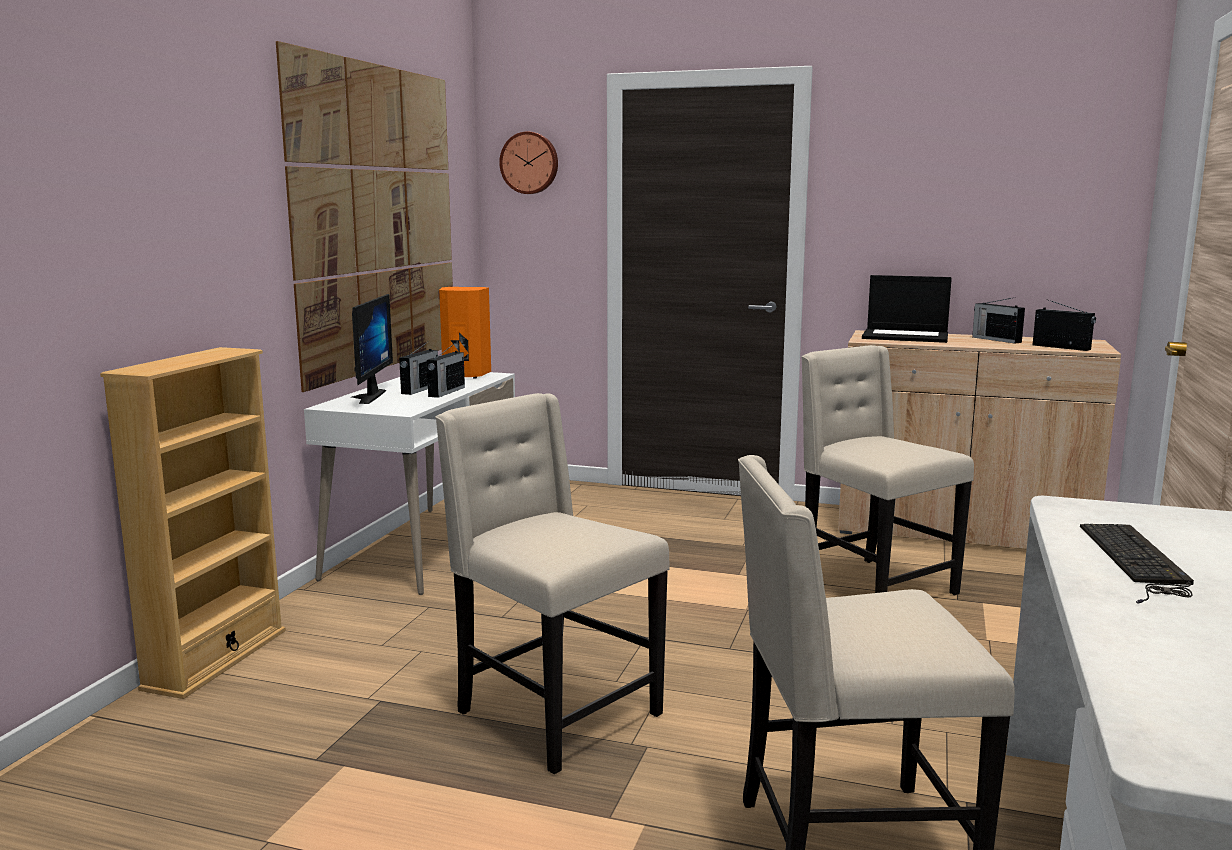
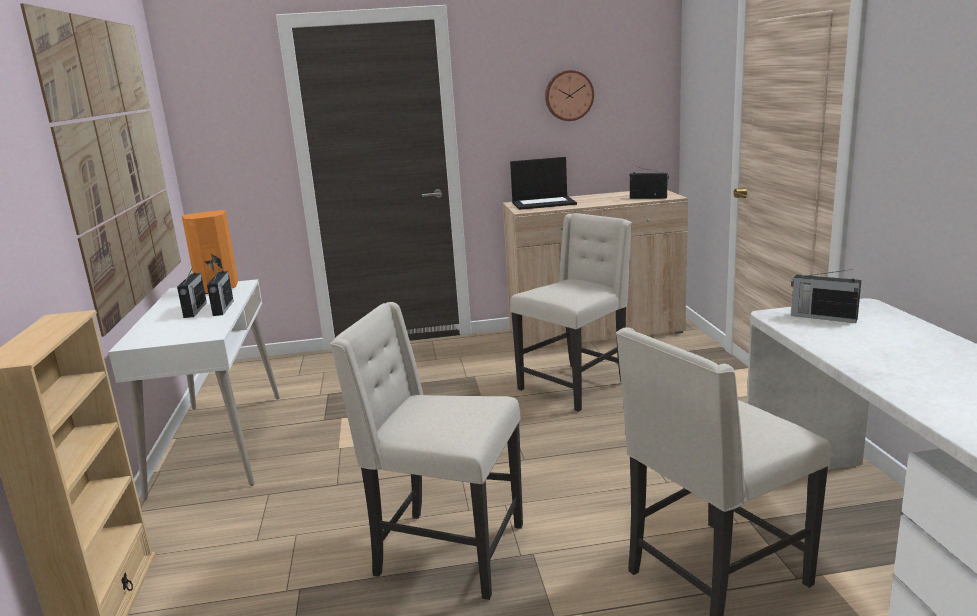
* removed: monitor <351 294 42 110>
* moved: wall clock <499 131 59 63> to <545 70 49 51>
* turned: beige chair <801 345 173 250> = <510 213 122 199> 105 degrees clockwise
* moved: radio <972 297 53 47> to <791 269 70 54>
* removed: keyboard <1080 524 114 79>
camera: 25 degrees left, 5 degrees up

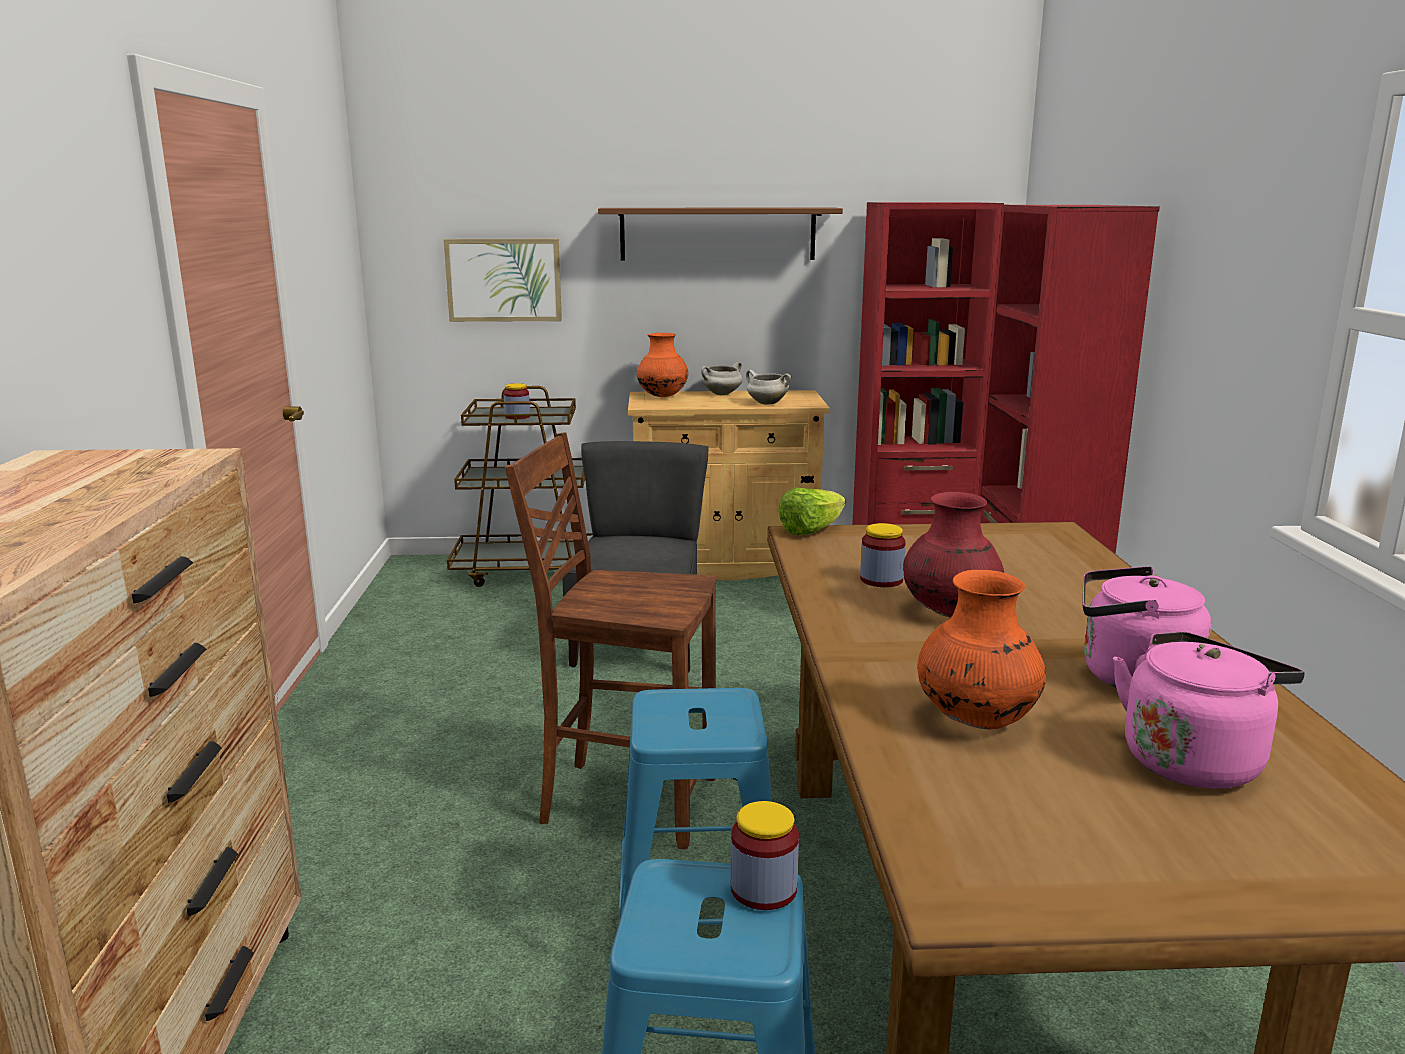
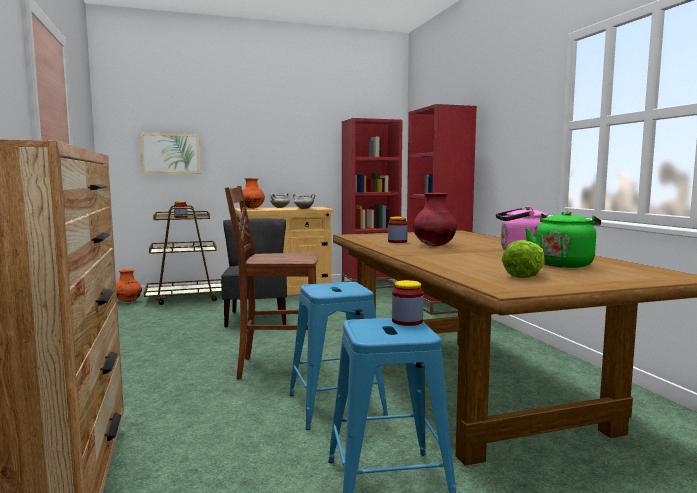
* removed: brown shelf <598 208 245 52>
* moved: lettuce <778 488 68 47> to <502 240 42 38>
* moved: orange vase <918 570 128 159> to <116 269 26 33>
* recoloured: pink kettle <1113 631 192 158> to green kettle <525 211 76 57>
camera: 15 degrees left, 10 degrees down

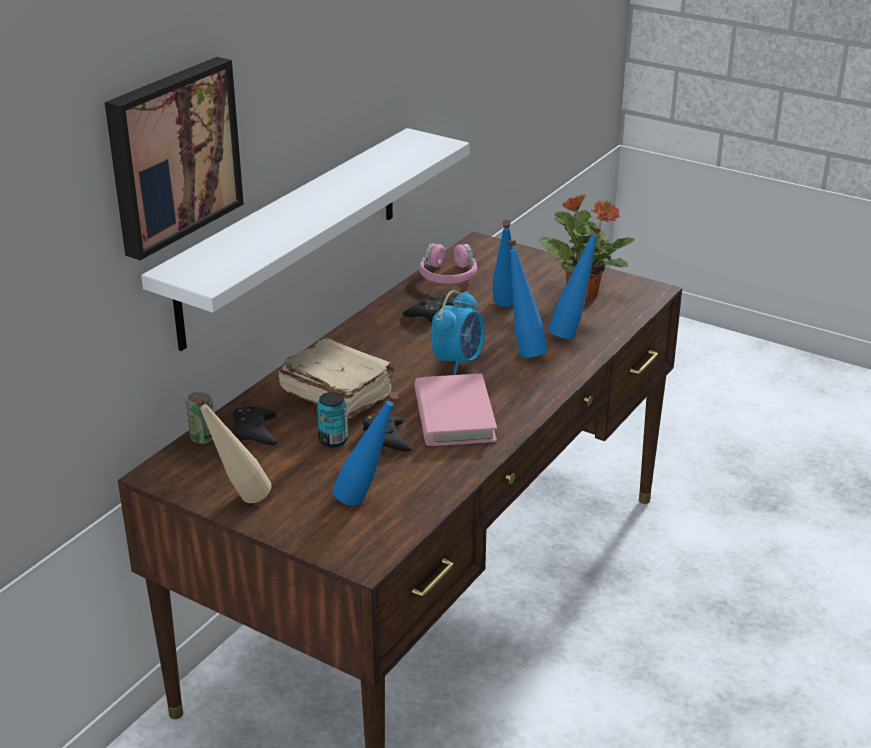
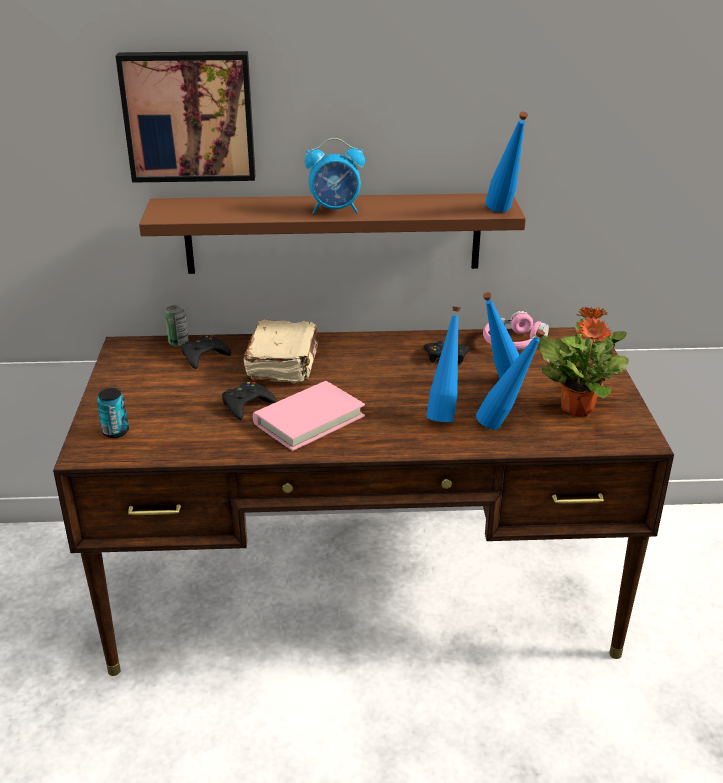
* recoloured: white shelf <141 128 328 223> to brown shelf <139 193 387 81>
* removed: beige bottle <194 396 77 107>
* moved: can <317 392 31 55> to <97 388 32 50>
* moved: blue bottle <333 392 66 114> to <485 112 43 100>
* moved: alarm clock <431 291 54 84> to <305 138 60 76>
camera: 55 degrees right, 0 degrees up

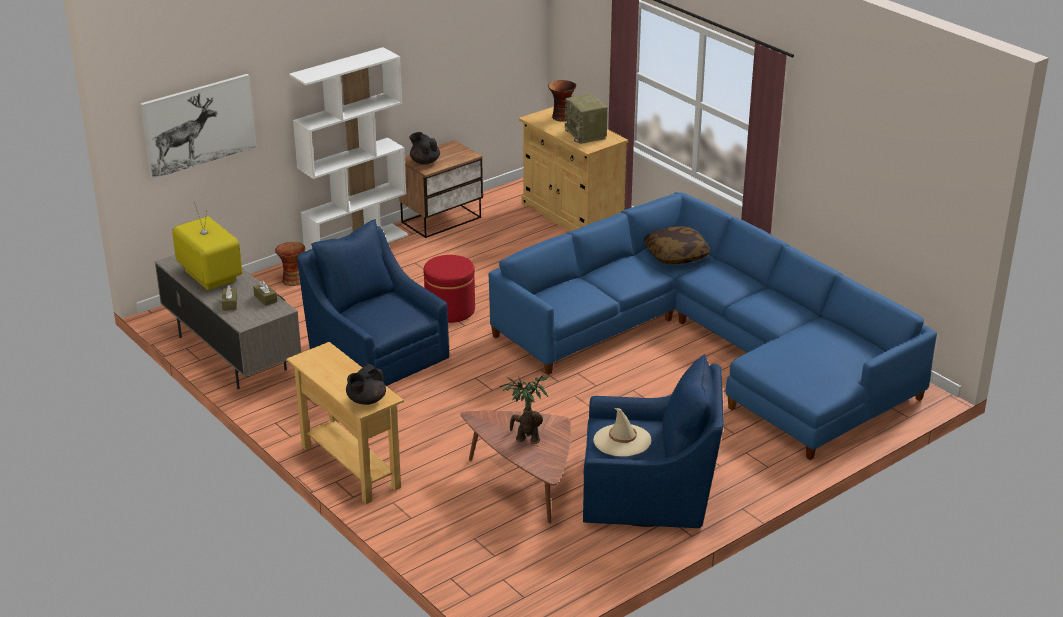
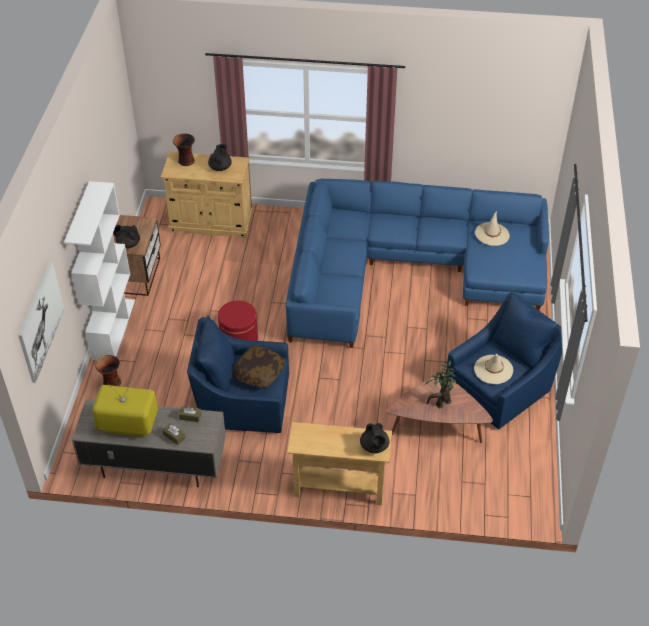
* replaced: radio <565 93 43 51> to black teapot <208 144 24 27>
* moved: pillow <644 226 66 38> to <232 346 53 42>
* added: beige hat <475 212 35 34>
camera: 45 degrees left, 15 degrees up

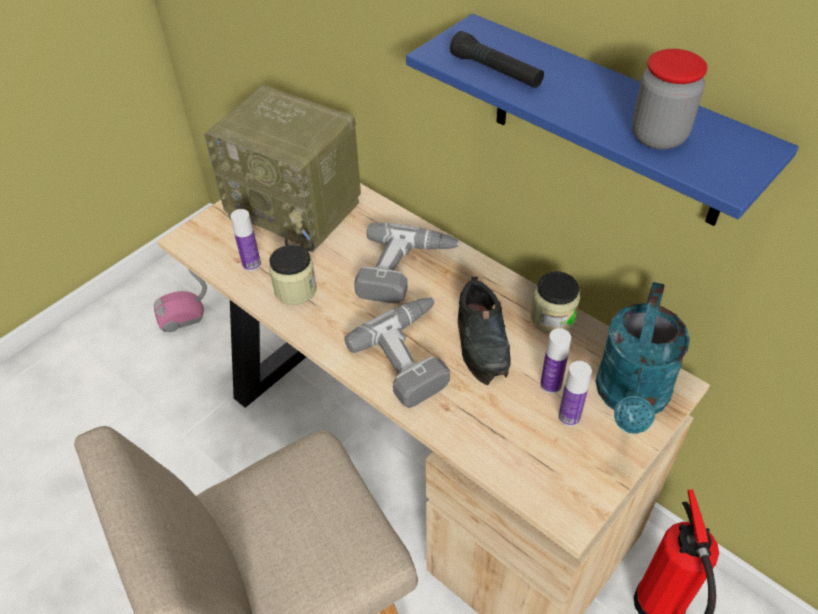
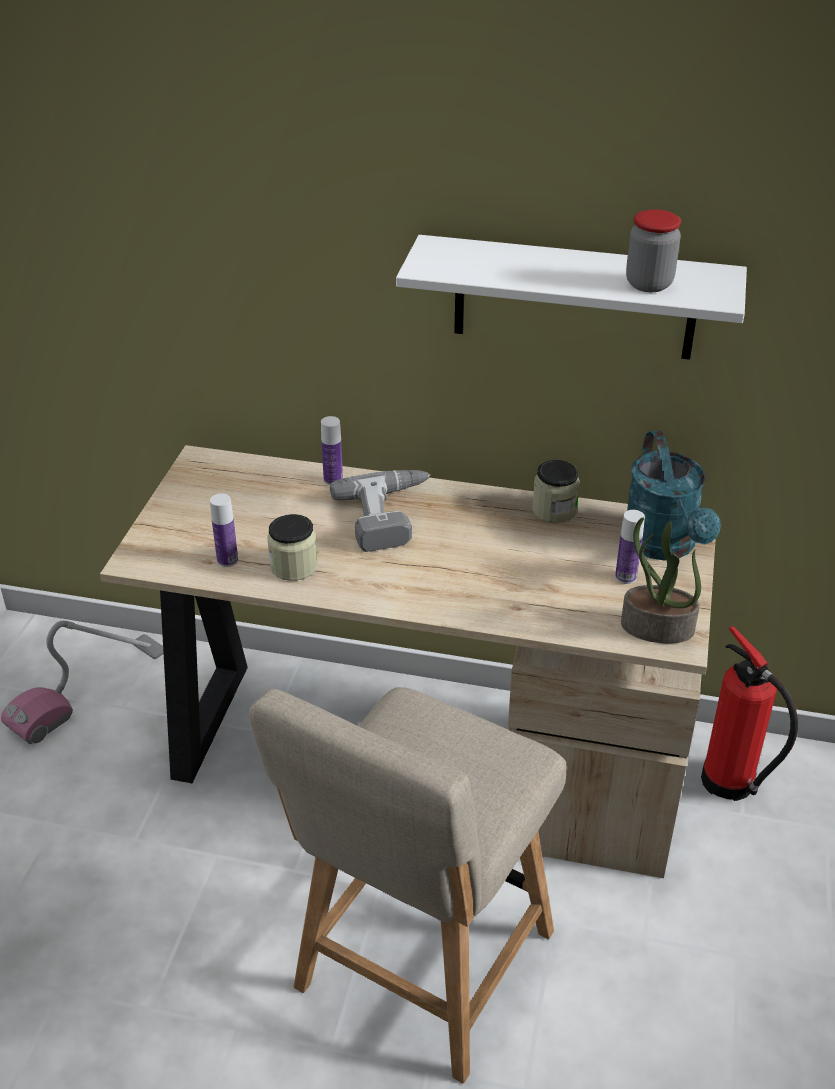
* removed: radio <204 85 157 167>
* removed: power drill <345 298 105 110>
* recoloured: blue shelf <406 14 393 212> to white shelf <396 235 351 125>
* removed: black flashlight <450 31 94 57>
* removed: black shoe <458 276 53 109>
* moved: bottle <540 328 31 65> to <321 416 22 69>
* added: potted plant <621 517 80 127>
camera: 30 degrees left, 10 degrees down

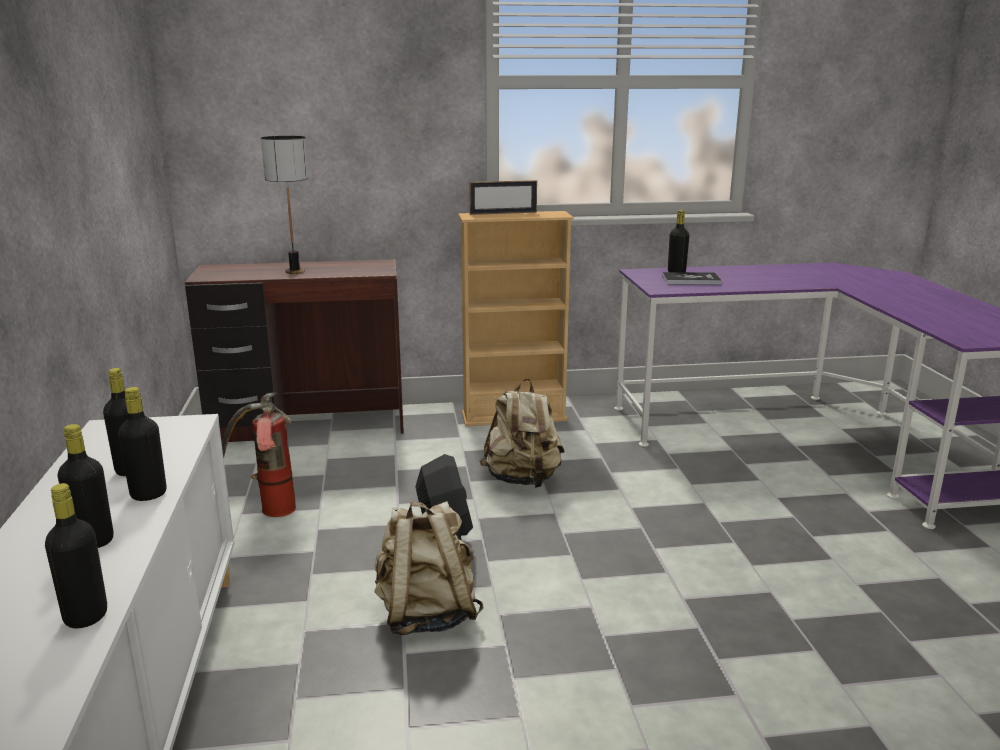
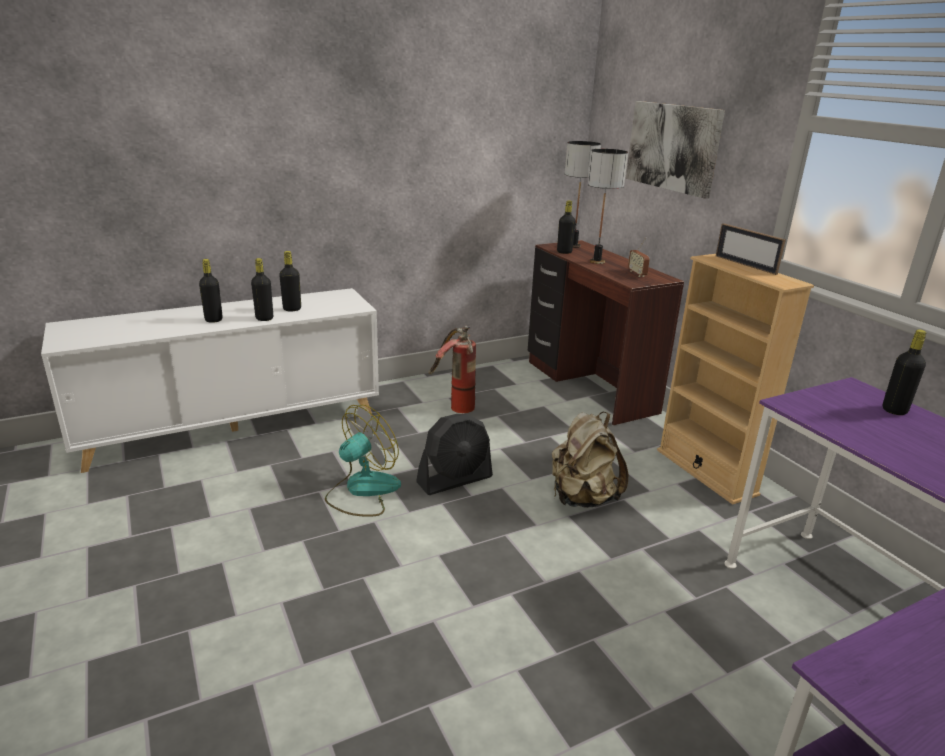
* moved: black bottle <45 483 62 146> to <557 201 19 53>
* replaced: beige backpack <374 501 110 135> to fan <325 405 76 112>
* removed: book <662 272 60 13>
* added: table lamp <565 141 36 107>
* added: picture <626 101 99 97>
* added: radio <628 237 22 40>
camera: 70 degrees right, 5 degrees up

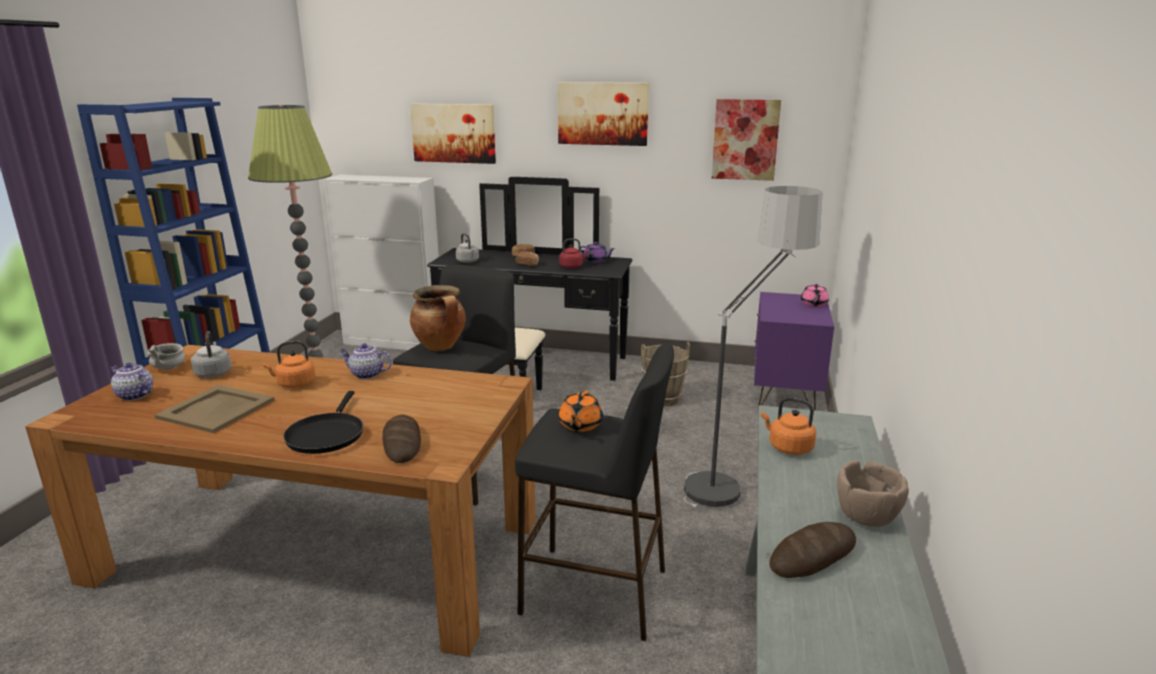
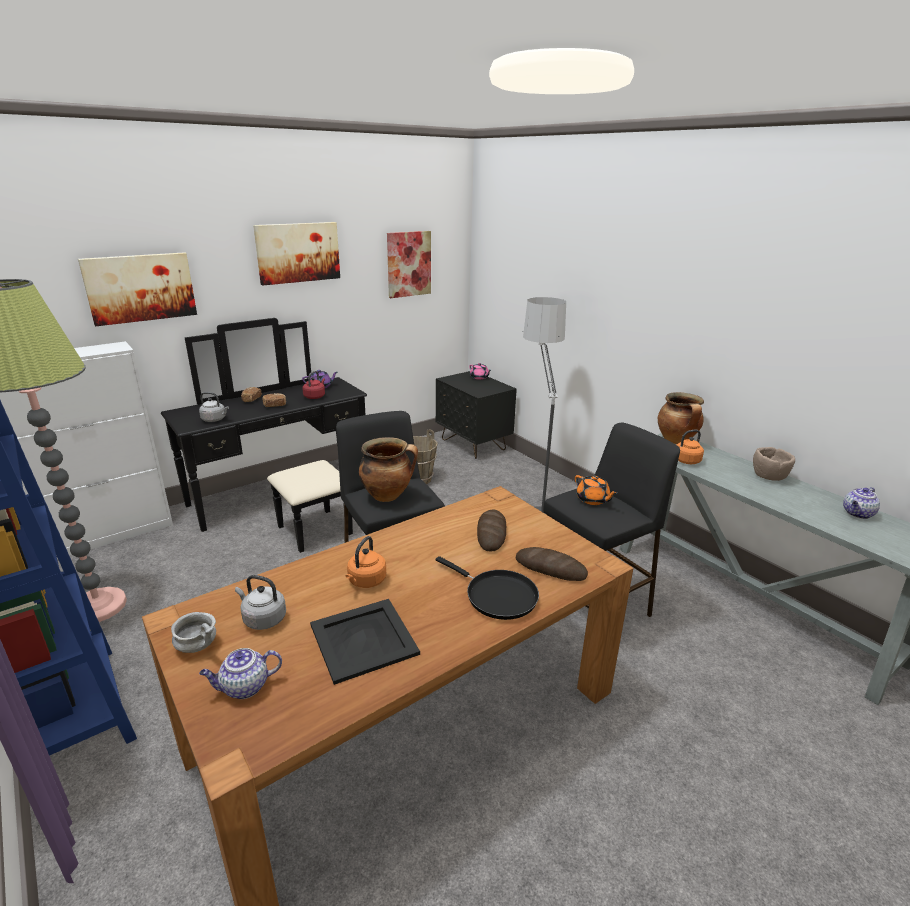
* recoloured: beige tray <155 385 120 48> to black tray <310 599 110 86>
* moved: teapot <339 343 53 36> to <843 487 37 32>
* recoloured: purple nightstand <754 292 80 119> to black nightstand <436 371 81 88>
* moved: bread <769 522 87 56> to <477 510 29 41>
* added: cooking pot <658 392 46 52>
camera: 50 degrees left, 5 degrees up

